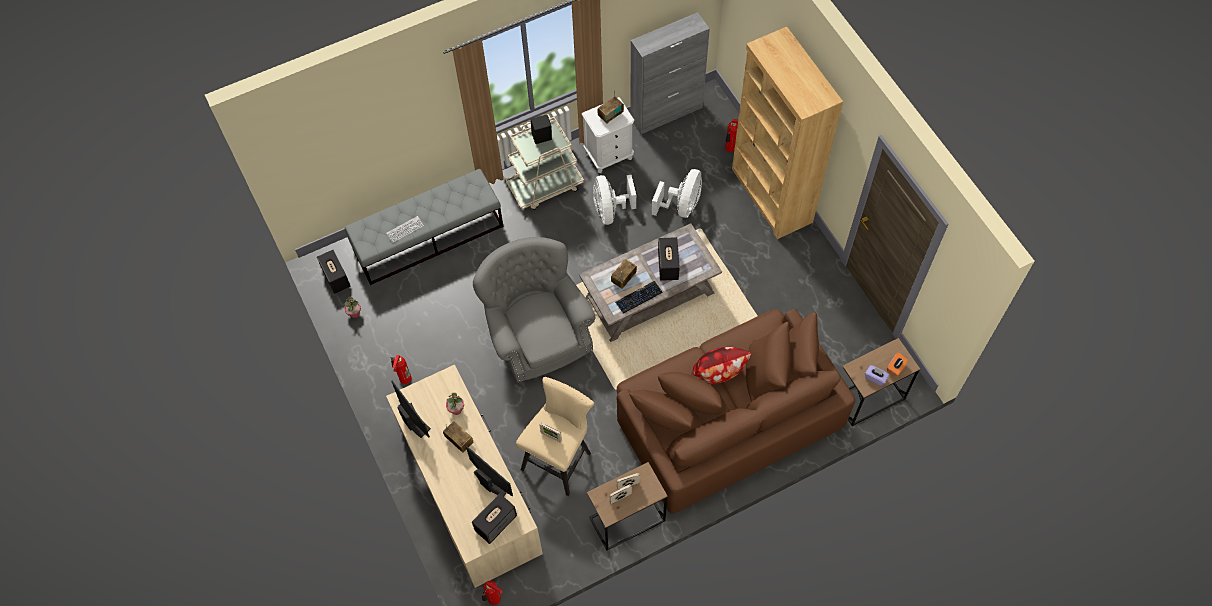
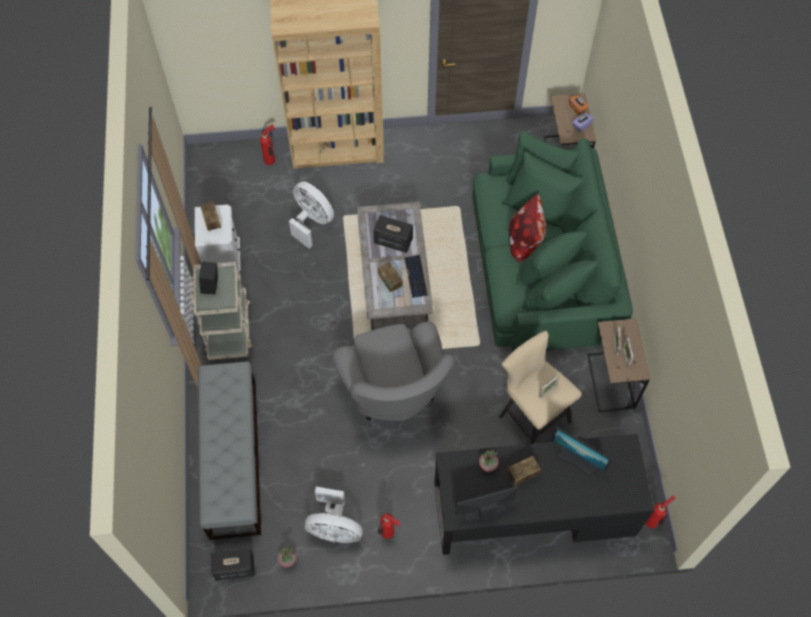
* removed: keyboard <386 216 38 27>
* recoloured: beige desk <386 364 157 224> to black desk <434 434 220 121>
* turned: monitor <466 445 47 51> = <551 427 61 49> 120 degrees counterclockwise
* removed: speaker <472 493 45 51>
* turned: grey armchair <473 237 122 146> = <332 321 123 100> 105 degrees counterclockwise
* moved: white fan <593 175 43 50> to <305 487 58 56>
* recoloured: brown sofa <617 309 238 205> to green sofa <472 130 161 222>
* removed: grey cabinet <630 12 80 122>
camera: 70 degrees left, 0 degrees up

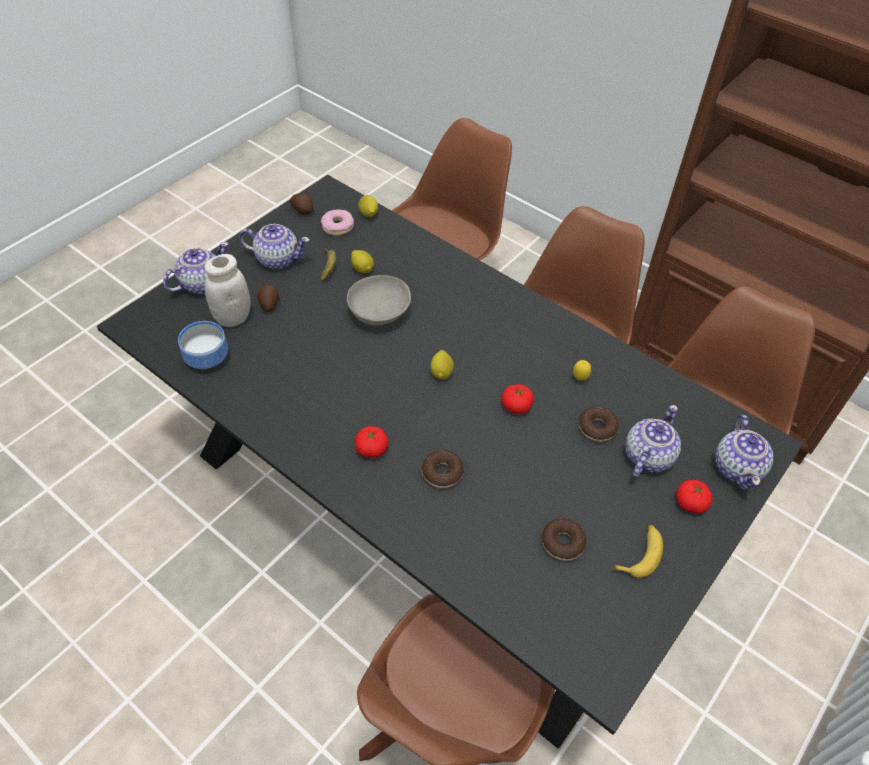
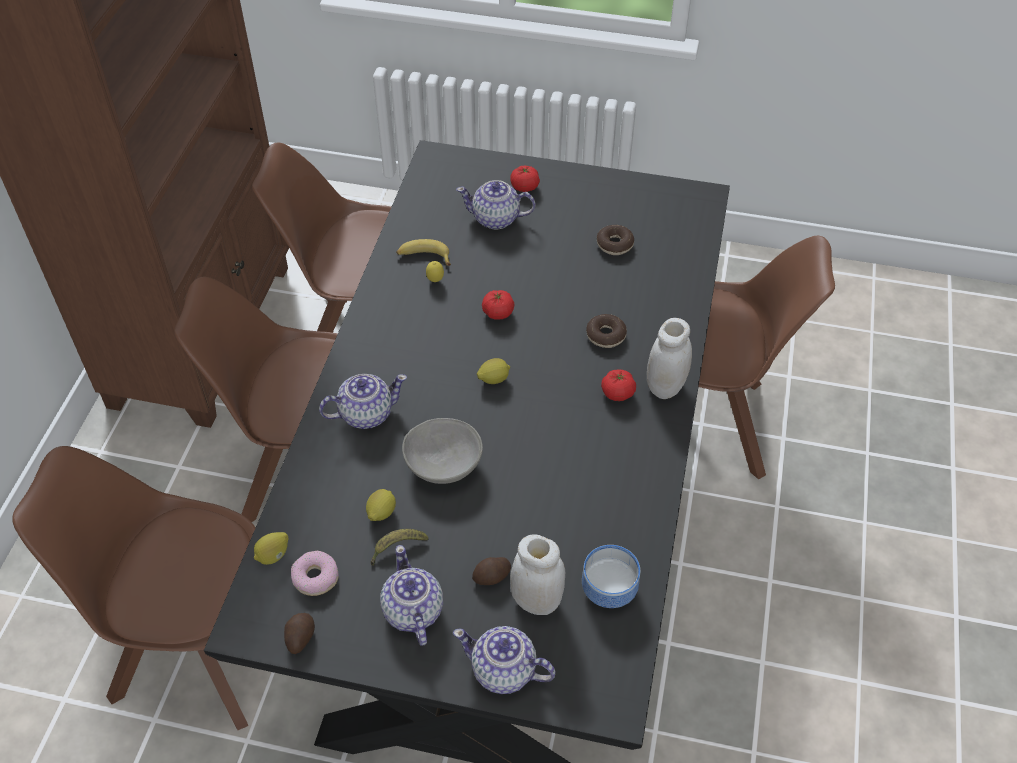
* removed: donut <579 407 40 35>
* moved: banana <613 525 50 53> to <396 239 55 27>
* moved: teapot <715 415 58 75> to <319 374 88 55>
* added: white jar <647 318 45 81>
camera: 115 degrees left, 0 degrees up

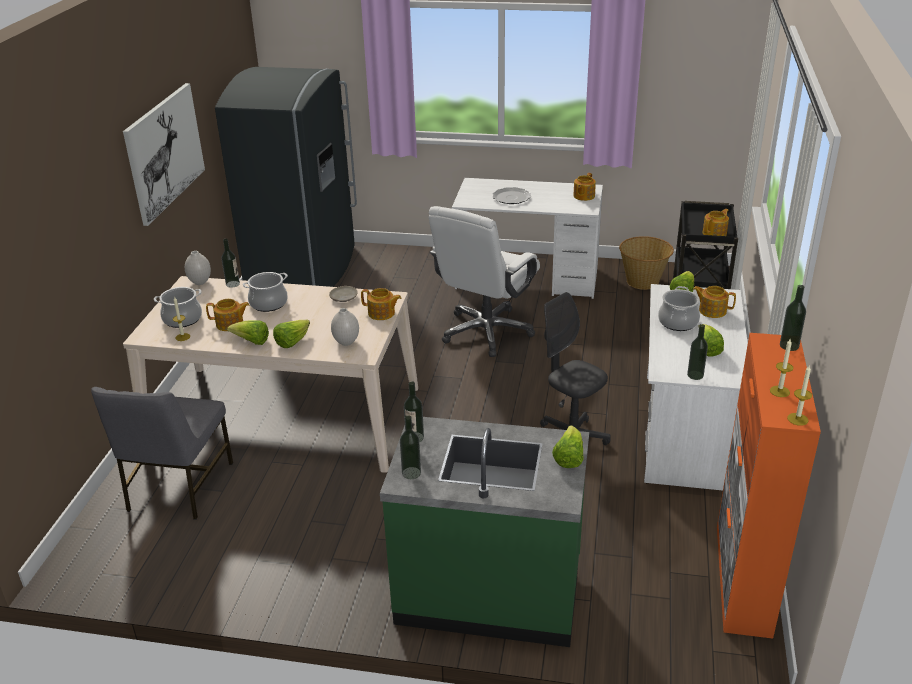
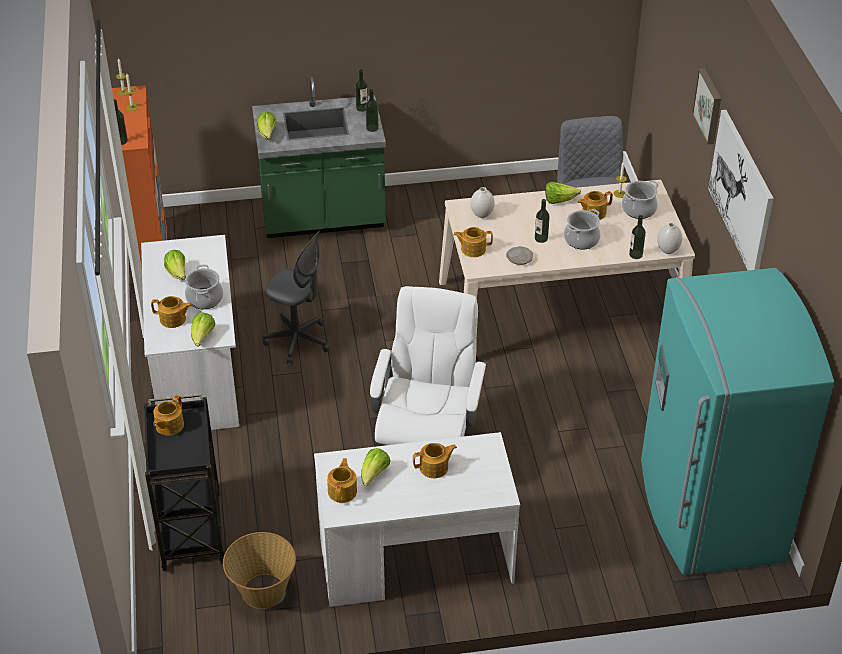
* recoloured: grey fridge <215 67 142 220> to turquoise fridge <641 268 193 307>
* moved: lettuce <273 319 37 29> to <361 448 29 38>
* replaced: plate <493 187 38 17> to teapot <413 443 44 35>
* moved: bottle <687 324 21 56> to <535 199 15 44>
* added: picture <692 68 29 77>
camera: 160 degrees right, 10 degrees up

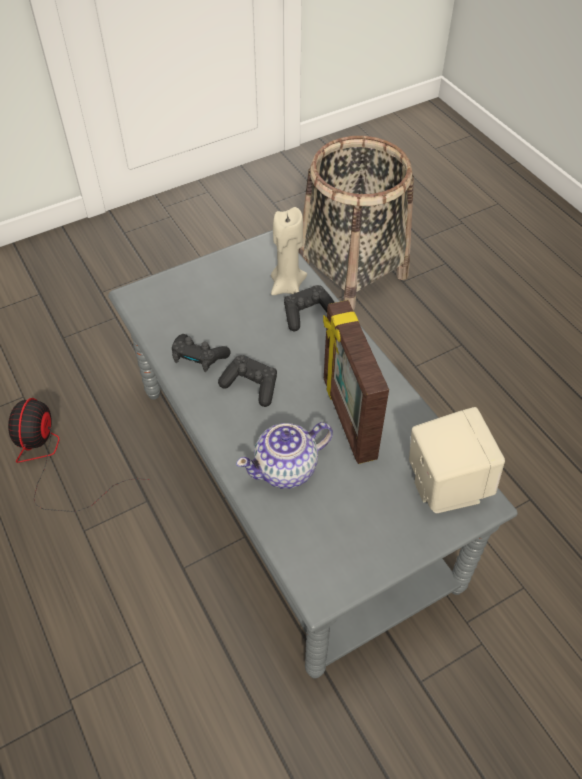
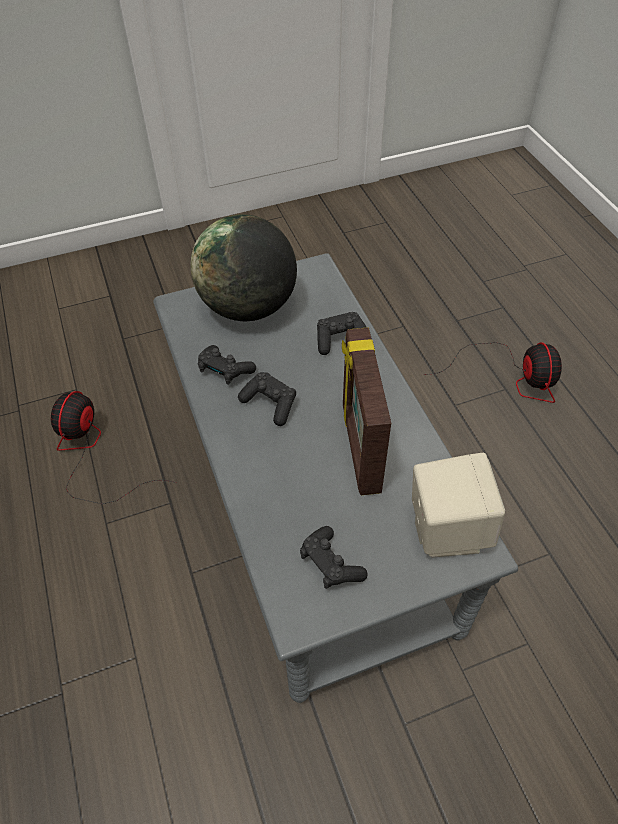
* removed: teapot <236 422 97 67>
* removed: beige candle <271 207 36 88>
* removed: basket <299 136 115 174>
* added: globe <191 214 106 107>
* added: black game controller <300 526 68 63>
* added: fan <423 342 139 61>
camera: 10 degrees right, 0 degrees up

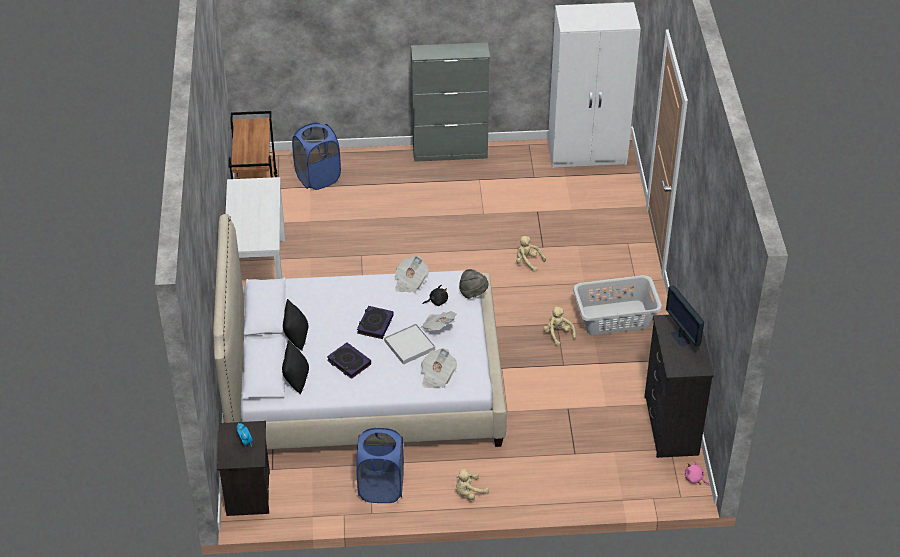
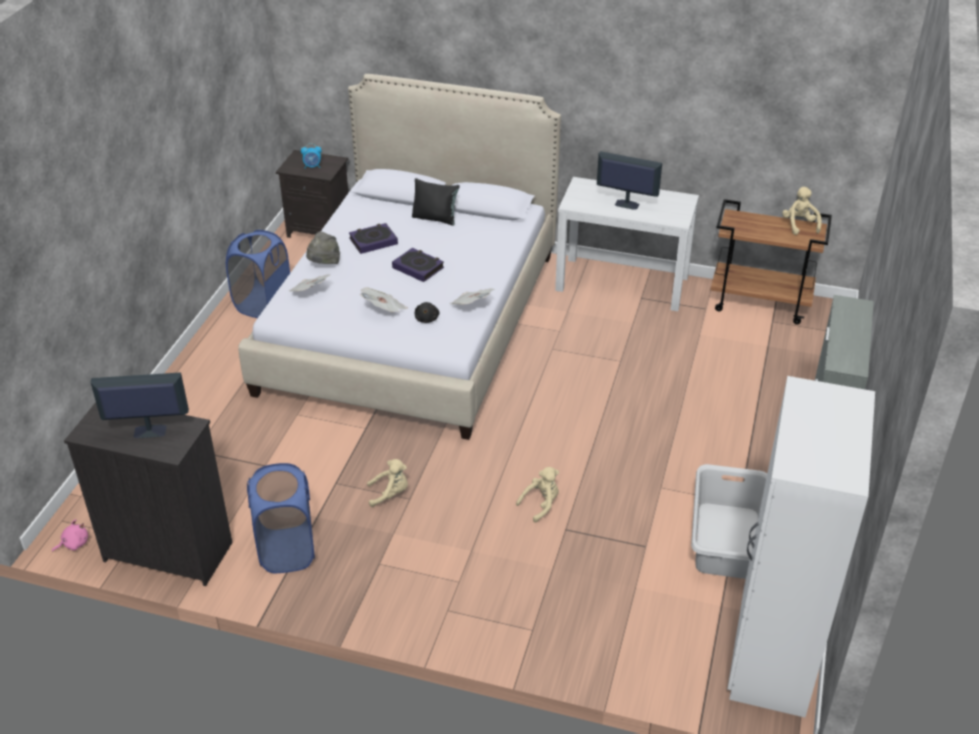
* removed: black pillow <282 340 27 54>
* moved: blue laundry basket <292 123 49 67> to <247 463 68 110>
* removed: white tray <384 324 51 41>
* moved: beige plush toy <456 469 33 31> to <782 187 40 48>
* moved: grey hat <459 269 30 30> to <306 232 34 32>
* moved: grey laundry basket <573 275 89 60> to <691 464 76 115>
* added: monitor <597 151 65 59>
camera: 110 degrees right, 5 degrees down

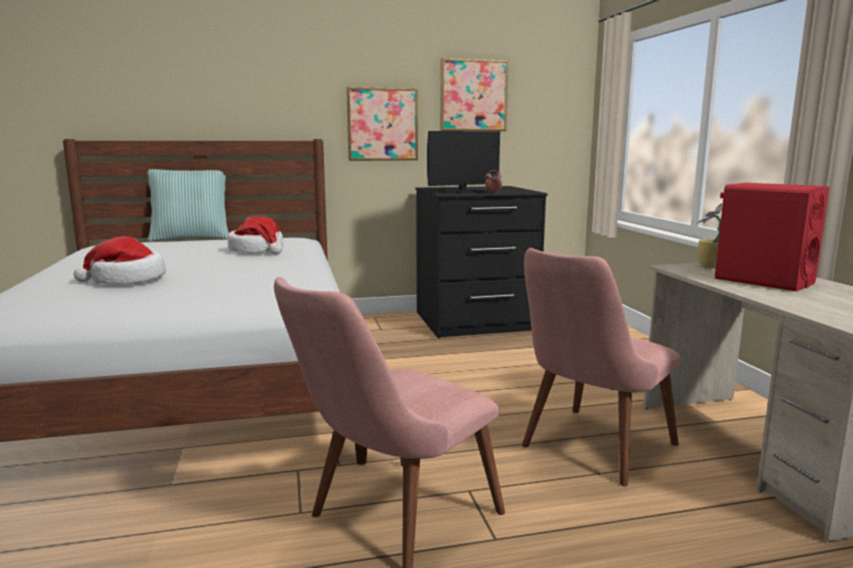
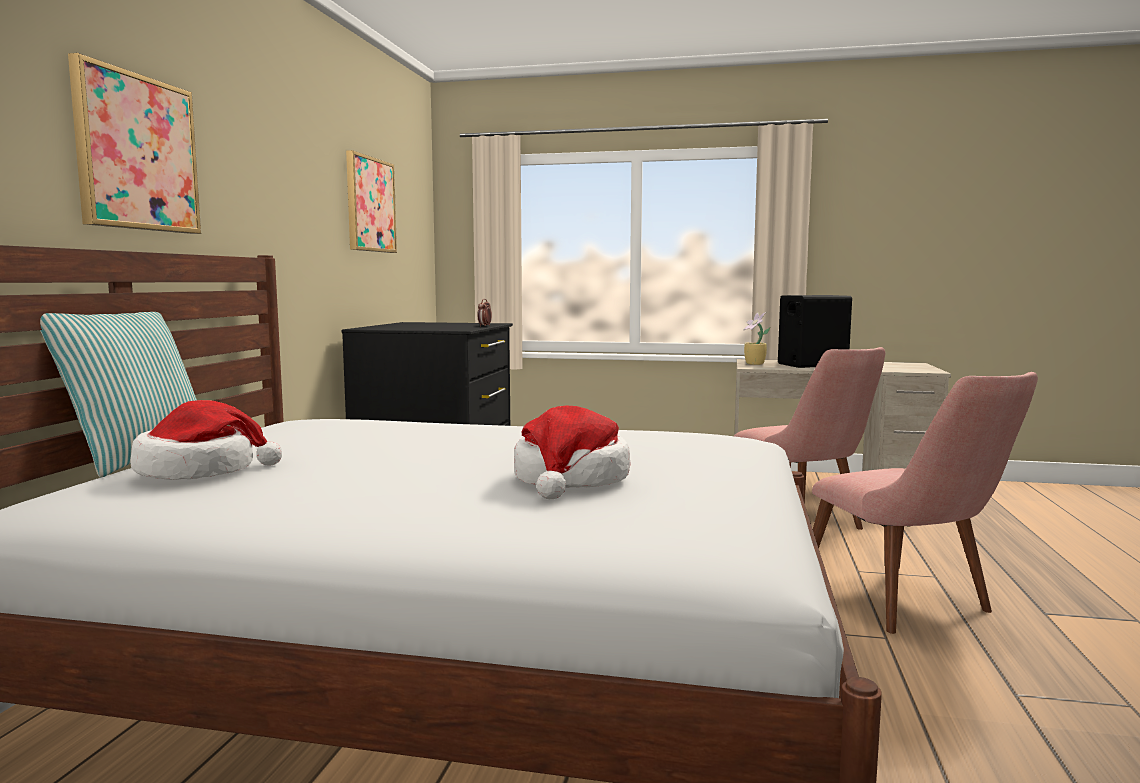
* moved: hat <228 216 55 39> to <131 400 151 80>
* moved: picture <346 87 72 74> to <68 53 133 181>
* removed: monitor <427 131 73 62>
* recoloured: red speaker <715 183 114 108> to black speaker <778 295 74 73>
camera: 65 degrees left, 5 degrees down

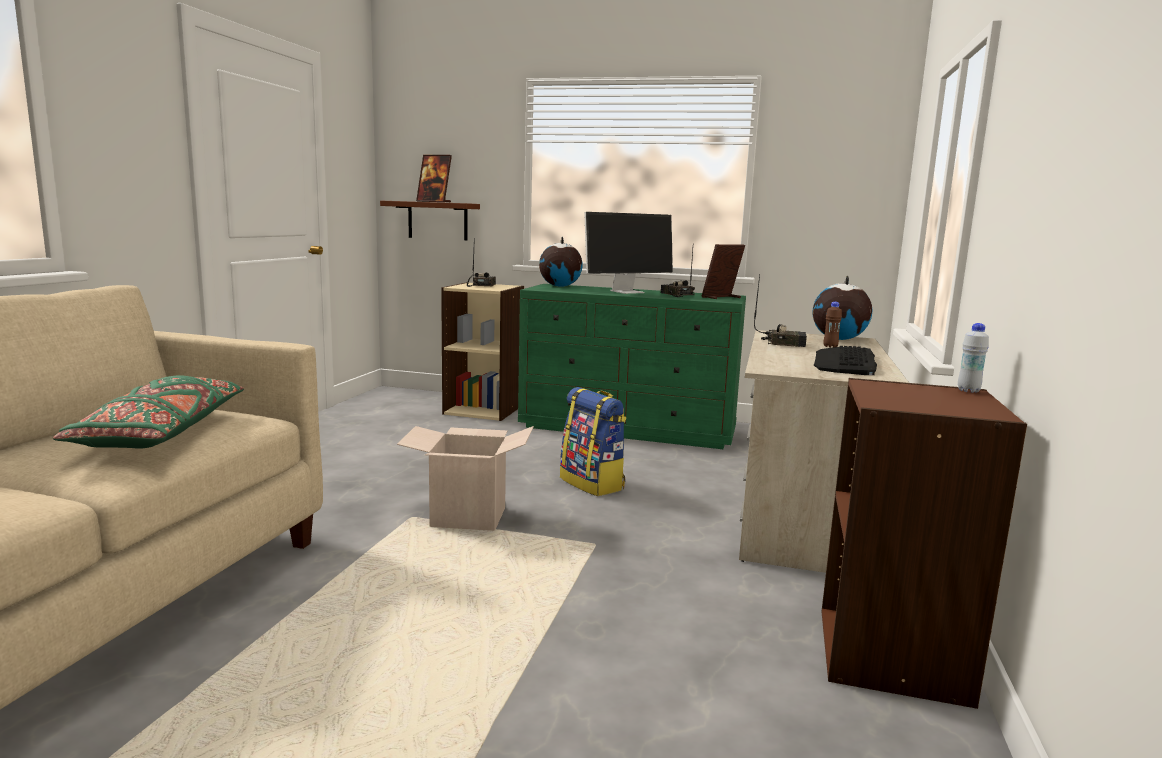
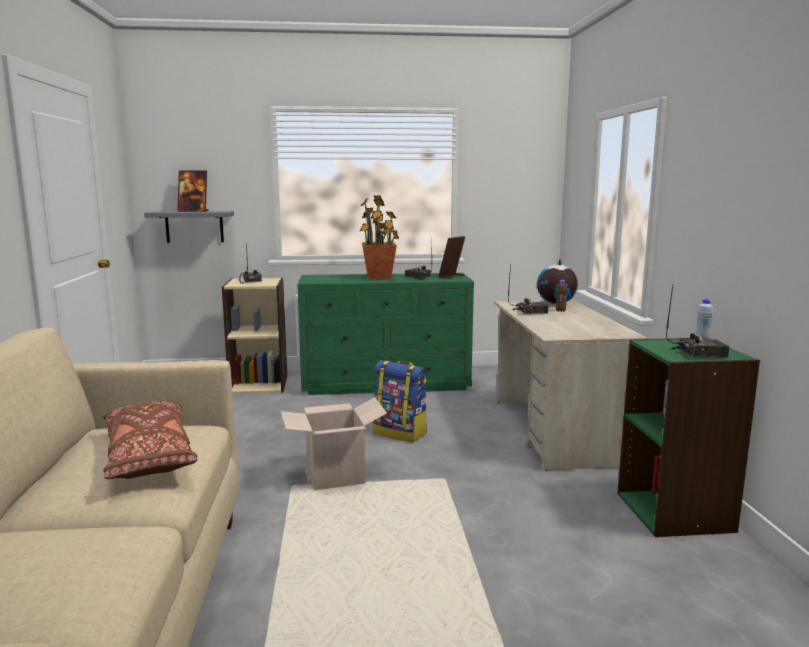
* recoloured: green pillow <53 375 191 74> to brown pillow <103 401 95 78>
* recoloured: brown shelf <380 200 100 40> to grey shelf <144 211 90 32>
* removed: globe <539 237 44 50>
* replaced: monitor <584 212 89 82> to potted plant <360 195 39 85>
* removed: keyboard <814 346 63 29>
* recoloured: brown bookcase <821 378 206 331> to green bookcase <618 338 142 199>
* added: radio <666 286 63 72>
camera: 20 degrees left, 0 degrees up

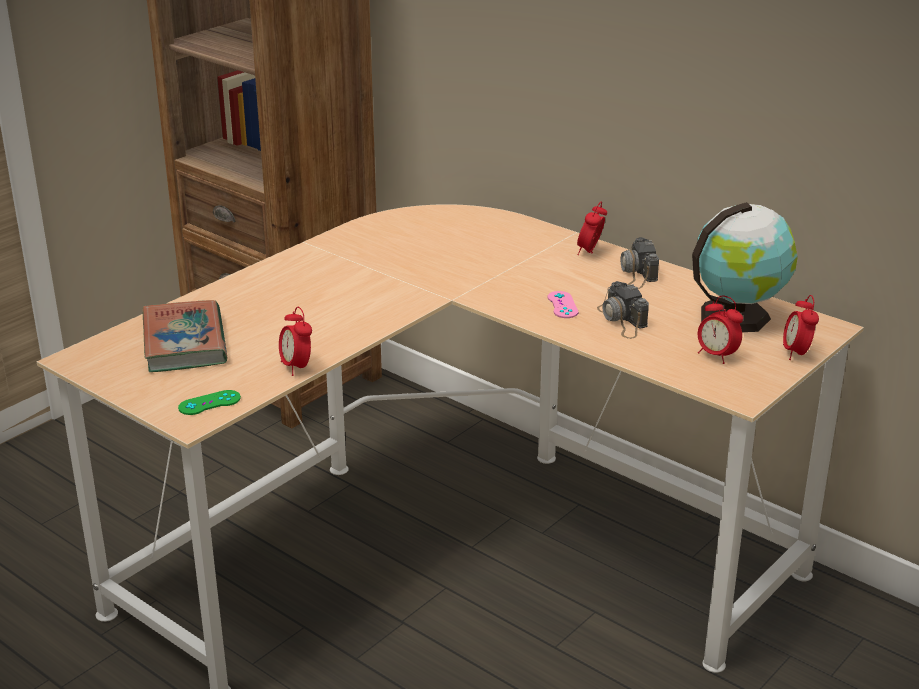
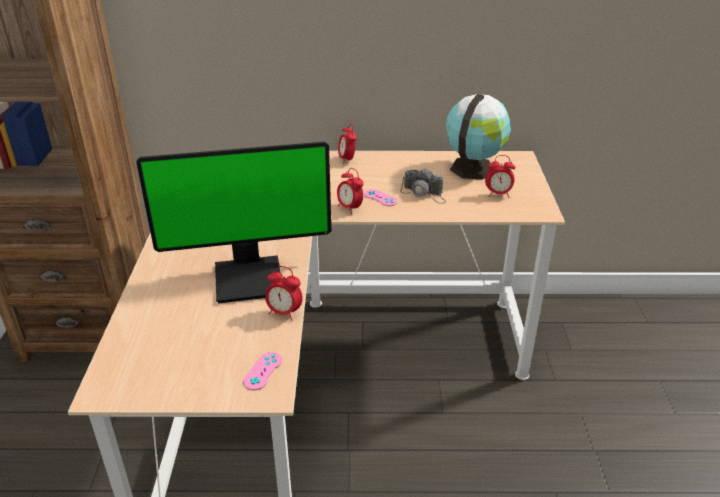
* removed: book <142 300 85 72>
* recoloured: green game controller <178 390 63 25> to pink game controller <243 352 39 38>
* removed: photo camera <620 237 39 52>
* moved: alarm clock <783 295 36 65> to <337 168 27 46>
* added: monitor <136 142 195 161>
camera: 40 degrees left, 5 degrees up

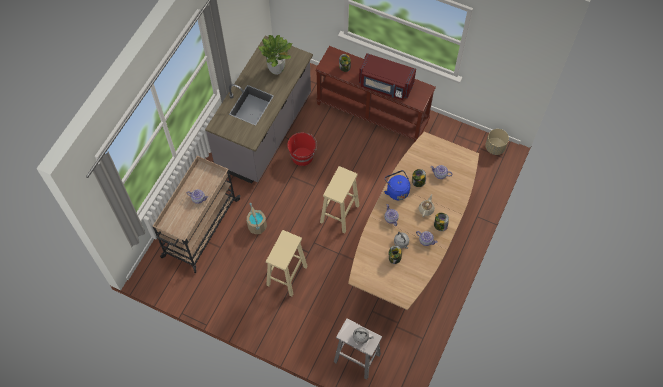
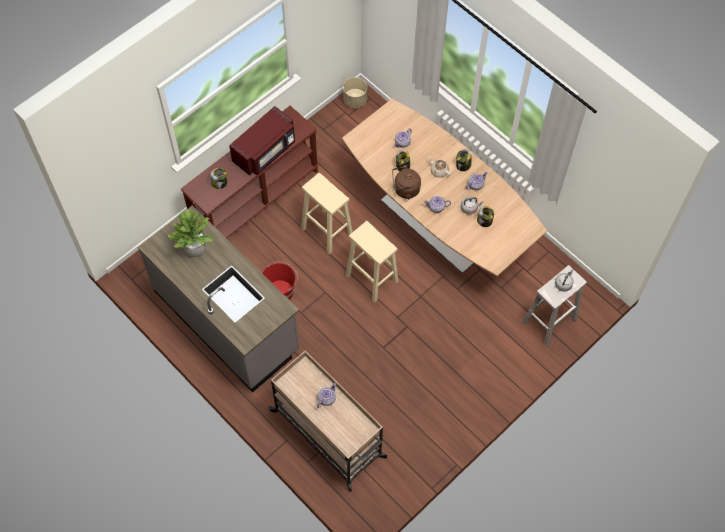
* removed: beige bucket <247 203 20 31>
* moved: beige stool <266 230 41 67> to <301 173 52 81>
* recoloured: blue kettle <384 170 26 30> to brown kettle <392 167 29 32>
camera: 70 degrees left, 0 degrees up

